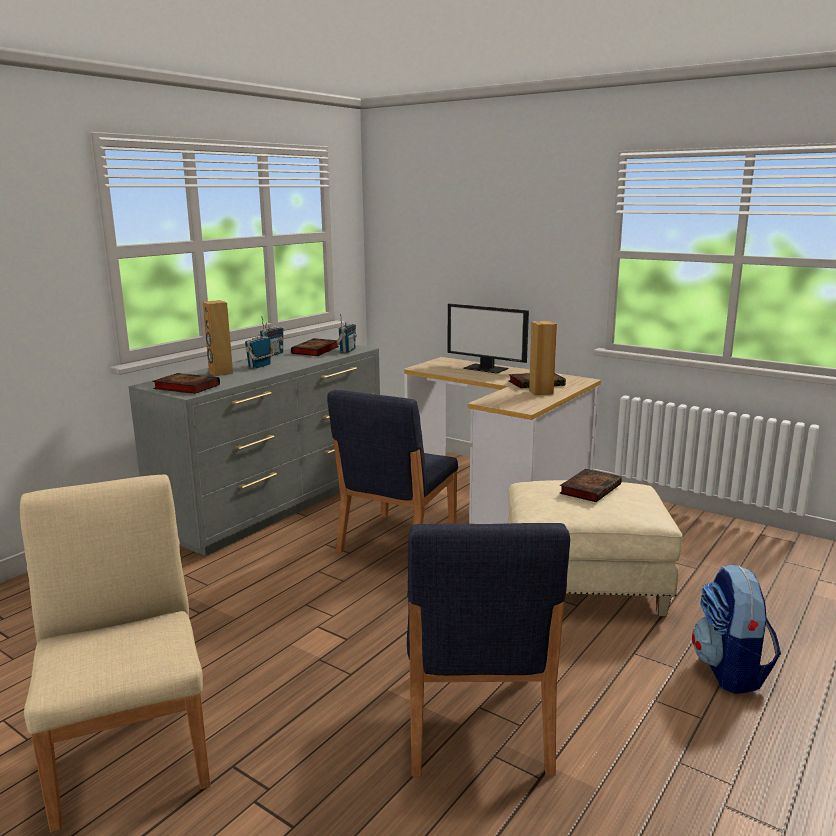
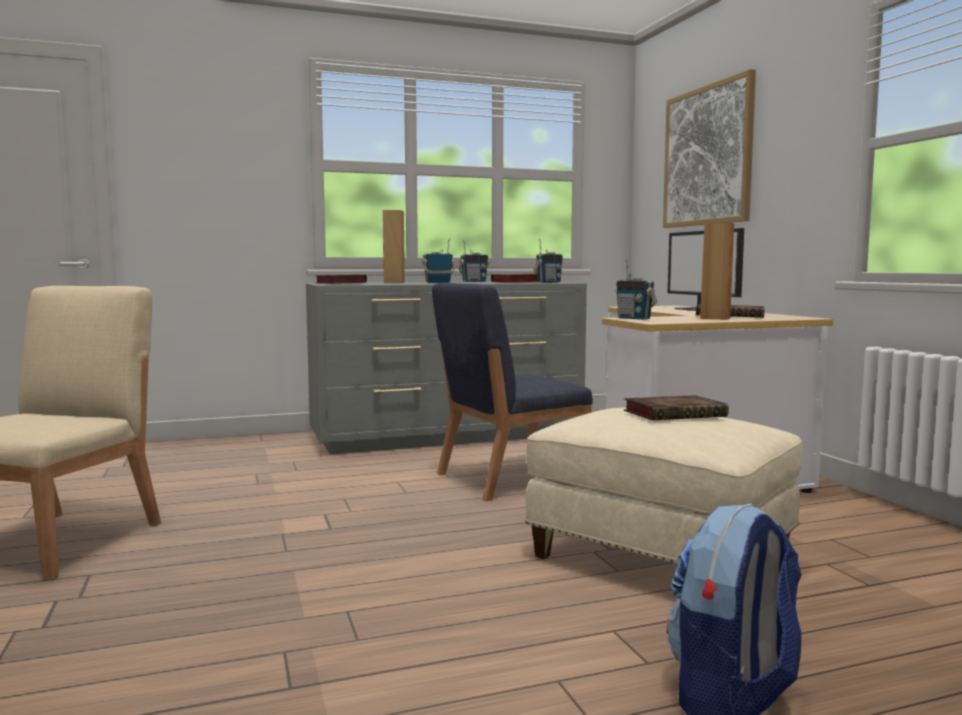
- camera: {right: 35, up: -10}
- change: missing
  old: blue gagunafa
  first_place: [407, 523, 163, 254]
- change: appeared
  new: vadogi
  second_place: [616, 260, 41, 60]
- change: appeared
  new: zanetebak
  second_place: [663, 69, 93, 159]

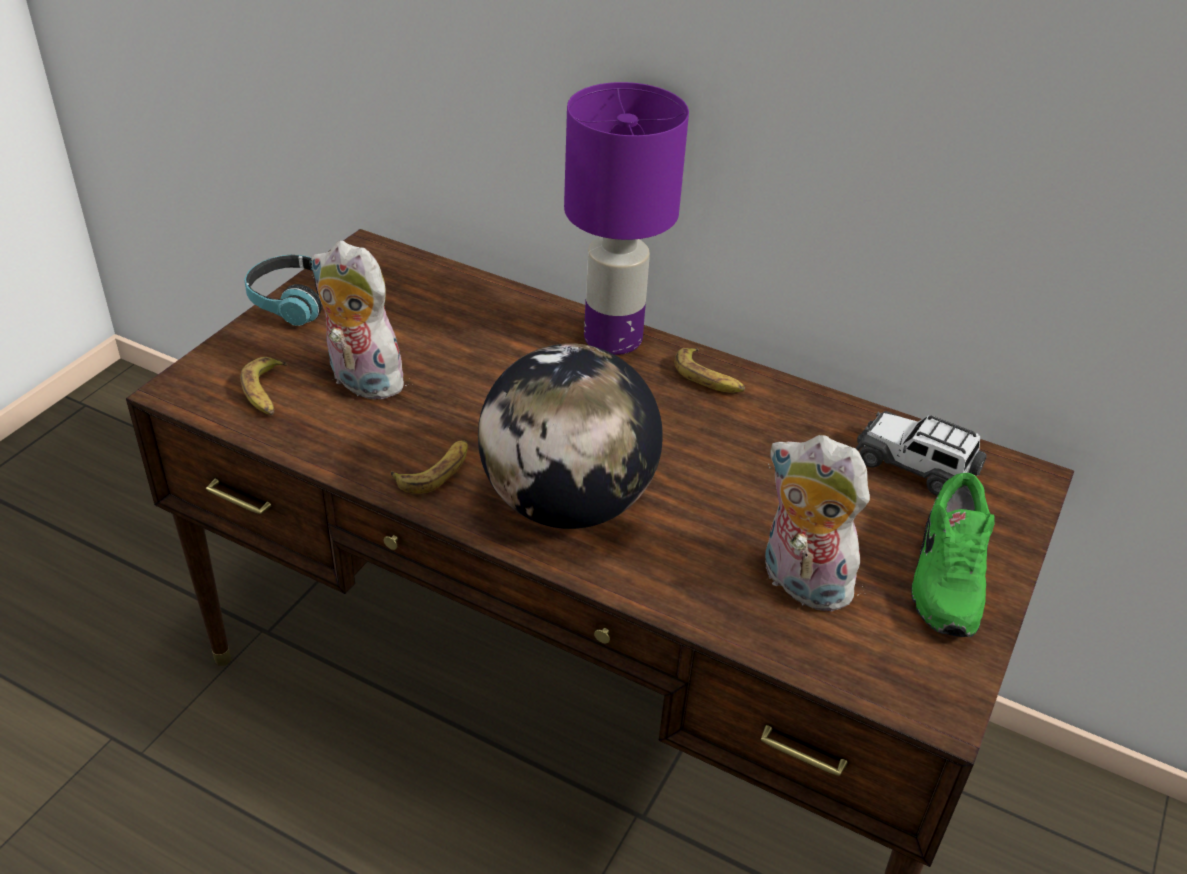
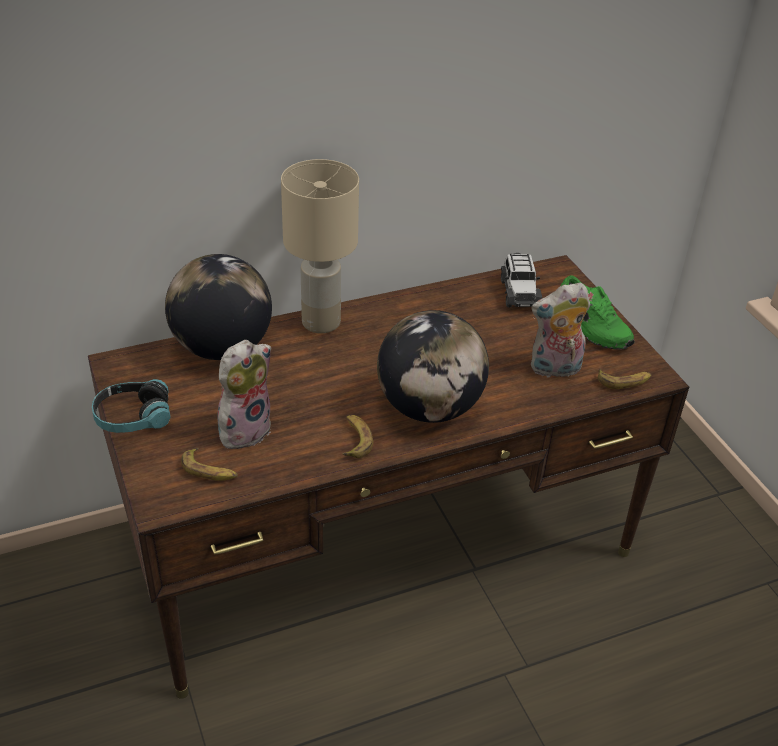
- camera: {right: -50, up: 0}
- change: appeared
  new: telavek
  second_place: [165, 254, 107, 106]
- change: relocated
  old: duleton
  first_place: [675, 348, 70, 45]
  second_place: [598, 369, 54, 20]
- change: colour
  old: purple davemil
  new: beige davemil
  first_place: [564, 82, 125, 273]
  second_place: [281, 159, 78, 174]
- change: spun
  old: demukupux
  first_place: [311, 241, 102, 159]
  second_place: [217, 340, 54, 109]
  degrees: 150
- change: spun
  old: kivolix
  first_place: [856, 411, 130, 85]
  second_place: [501, 253, 41, 54]
  degrees: -75

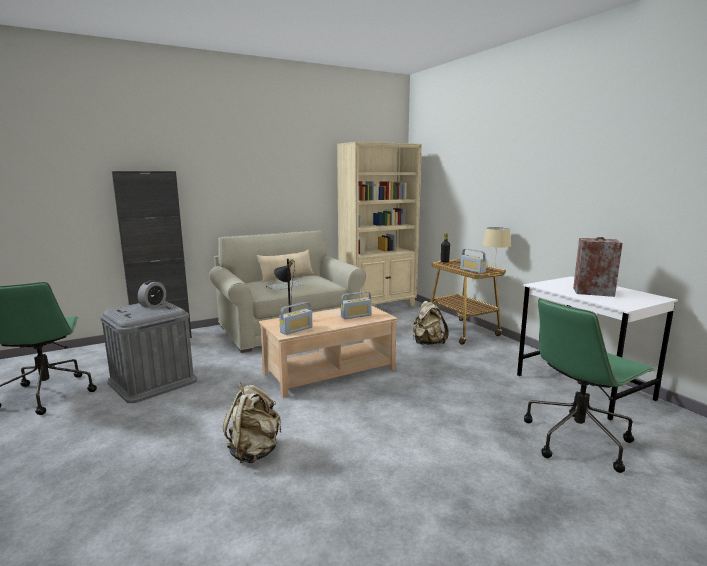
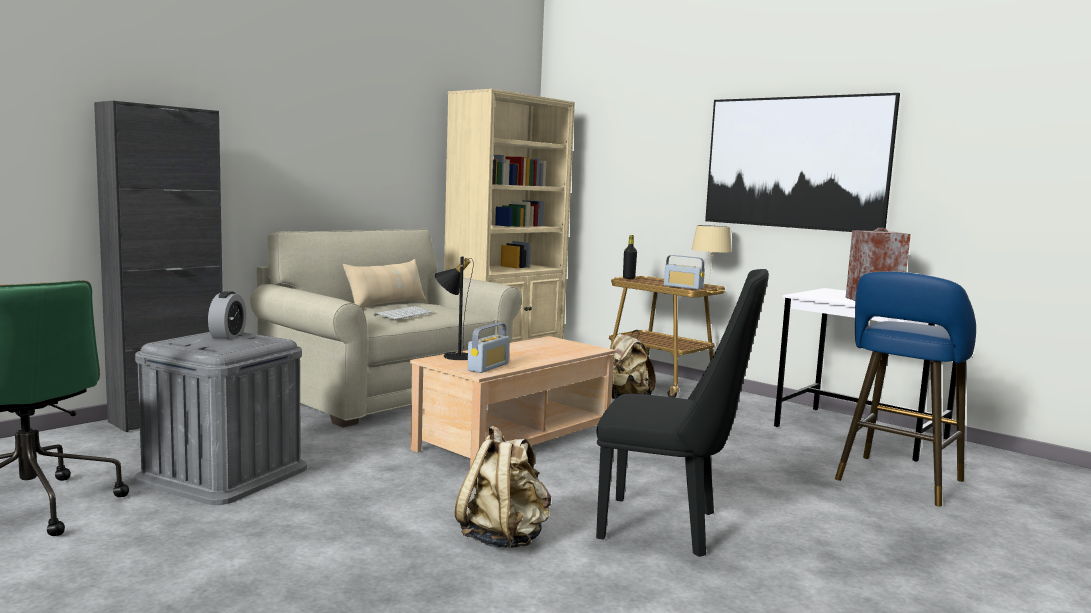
- camera: {right: -20, up: -5}
- change: missing
  old: vadogi
  first_place: [341, 291, 30, 28]
- change: appeared
  new: black gagunafa
  second_place: [596, 269, 173, 288]
- change: appeared
  new: zanetebak
  second_place: [705, 93, 195, 139]
- change: exchanged
  old: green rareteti
  new: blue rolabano
  first_place: [524, 298, 131, 175]
  second_place: [835, 272, 141, 235]

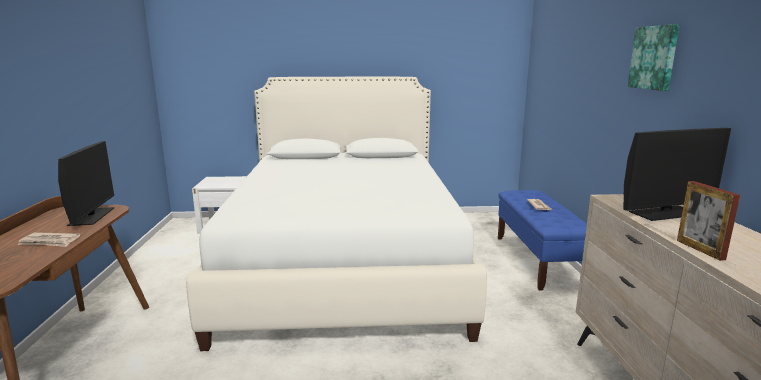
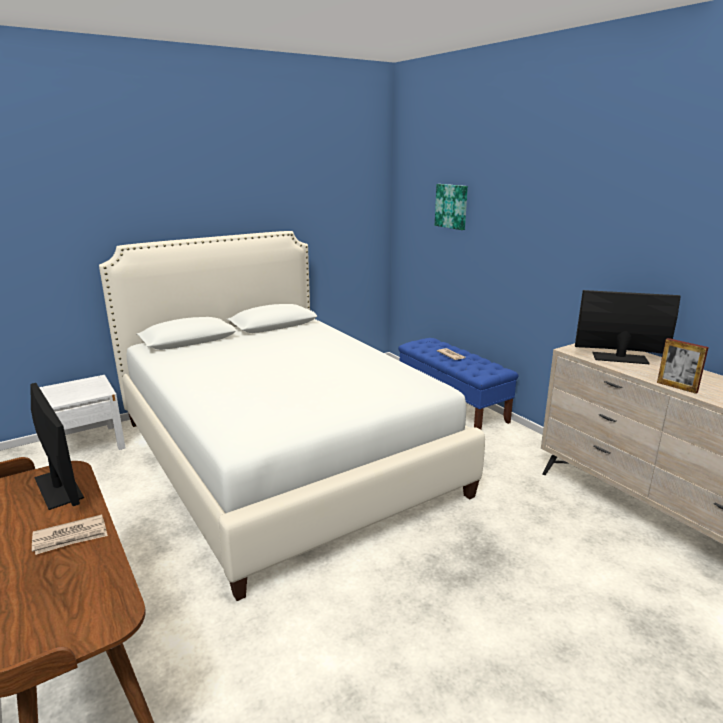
- camera: {right: -30, up: 5}
- change: relocated
  old: zanetebak
  first_place: [627, 24, 52, 67]
  second_place: [435, 184, 33, 46]
- change: spun
  old: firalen
  first_place: [623, 128, 108, 93]
  second_place: [575, 290, 106, 74]
  degrees: -120

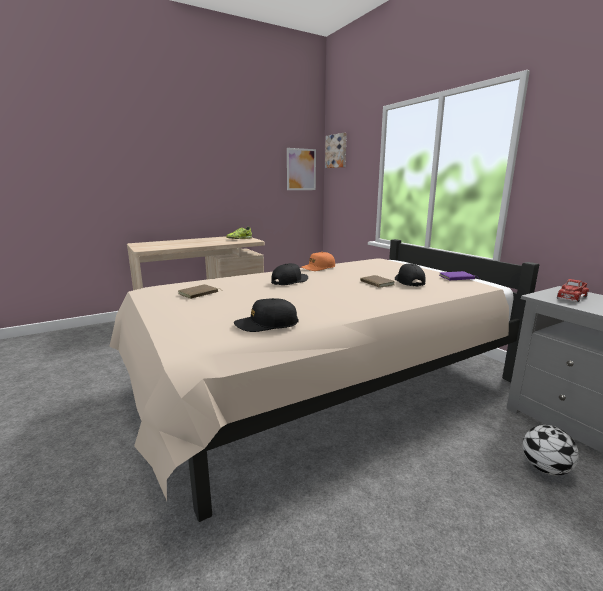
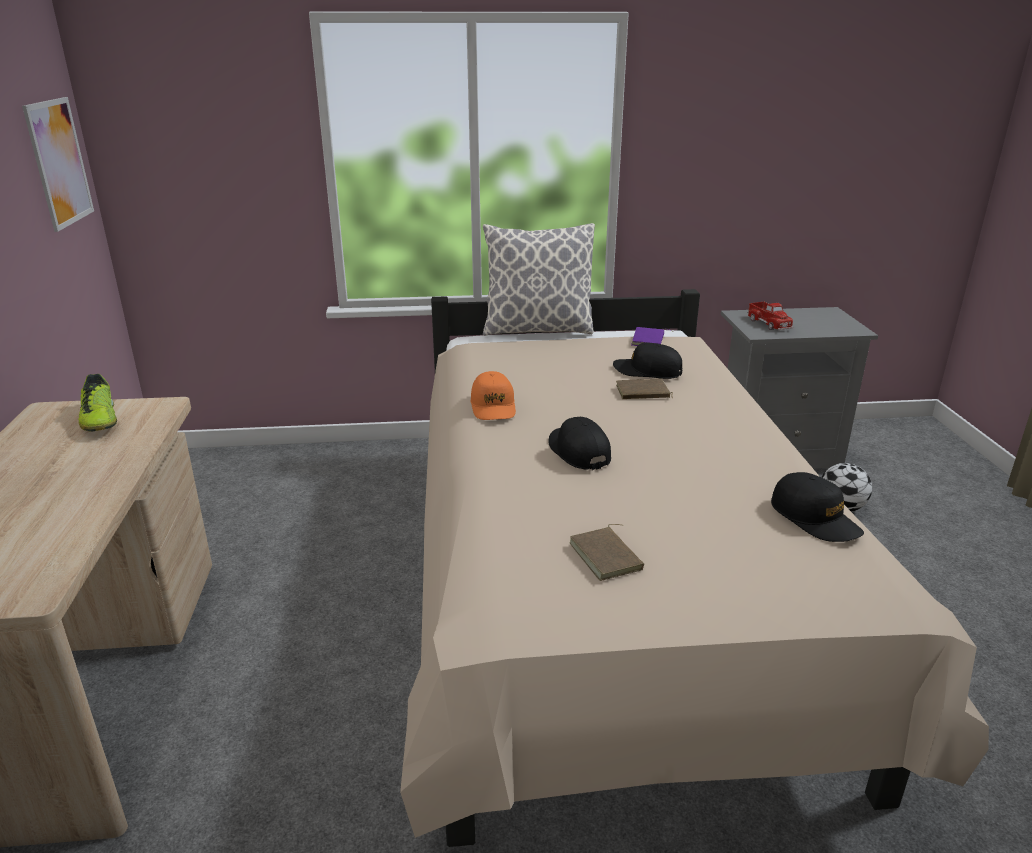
- camera: {right: -65, up: 10}
- change: missing
  old: zanetebak
  first_place: [325, 133, 22, 35]
- change: appeared
  new: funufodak
  second_place: [483, 223, 112, 113]
- change: spun
  old: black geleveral
  first_place: [234, 298, 65, 34]
  second_place: [771, 472, 93, 70]
  degrees: -45

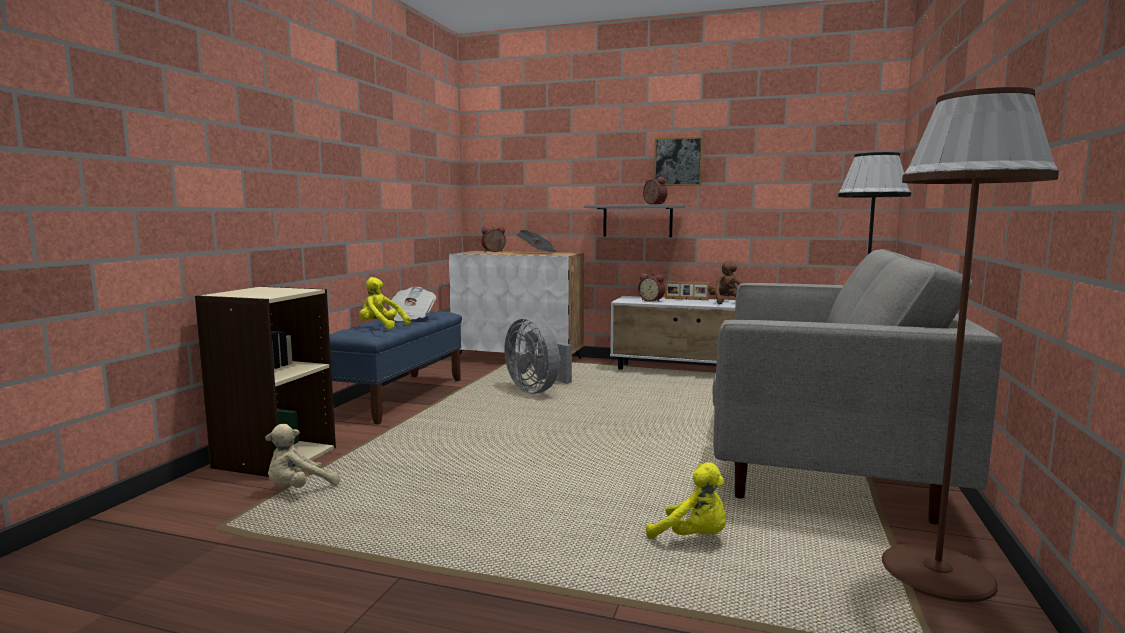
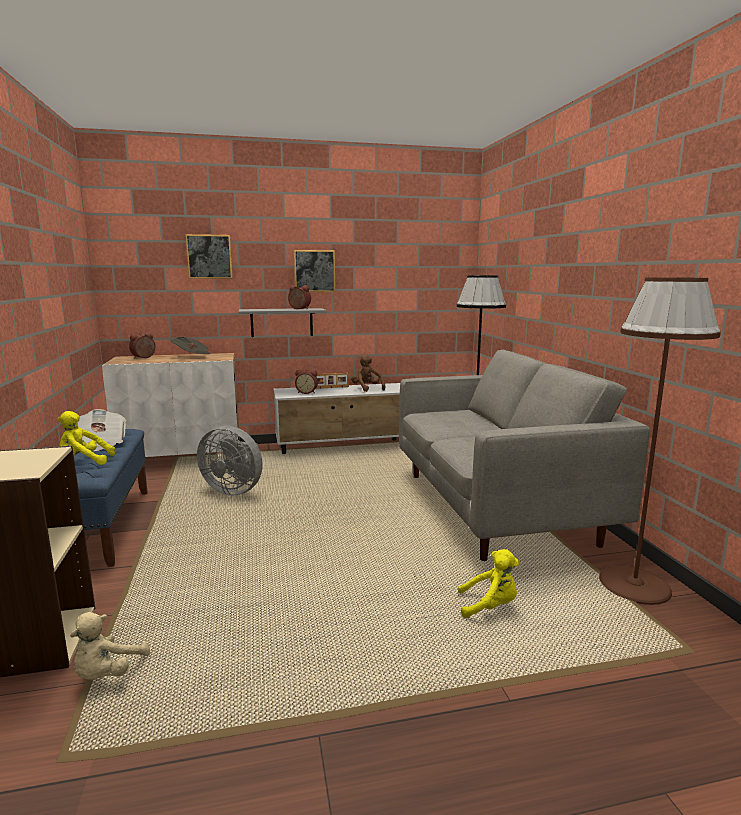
- camera: {right: -30, up: 5}
- change: appeared
  new: zanetebak
  second_place: [185, 234, 48, 45]

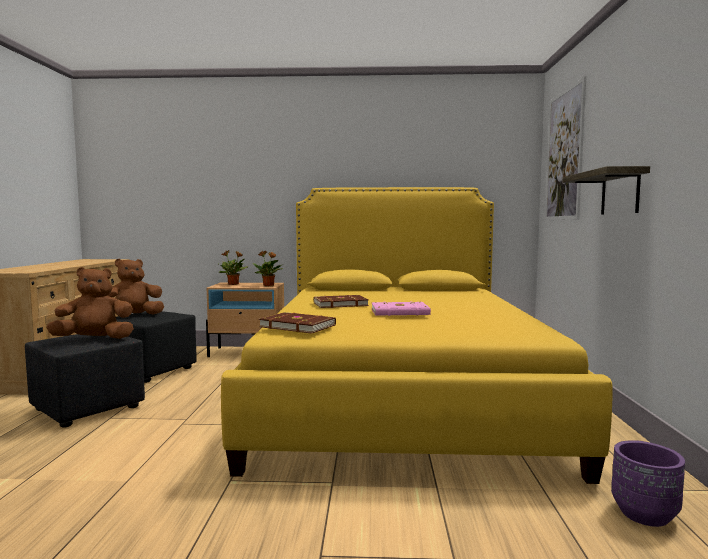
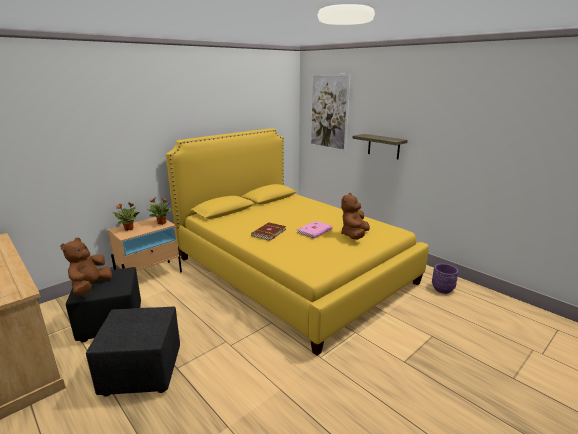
- camera: {right: -45, up: 15}
- change: missing
  old: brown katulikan
  first_place: [259, 312, 77, 22]
- change: relocated
  old: brown demukupux
  first_place: [46, 267, 88, 72]
  second_place: [341, 193, 29, 47]

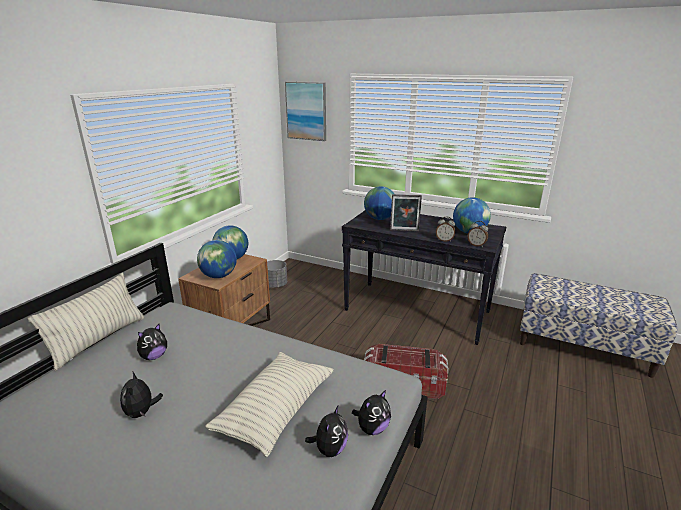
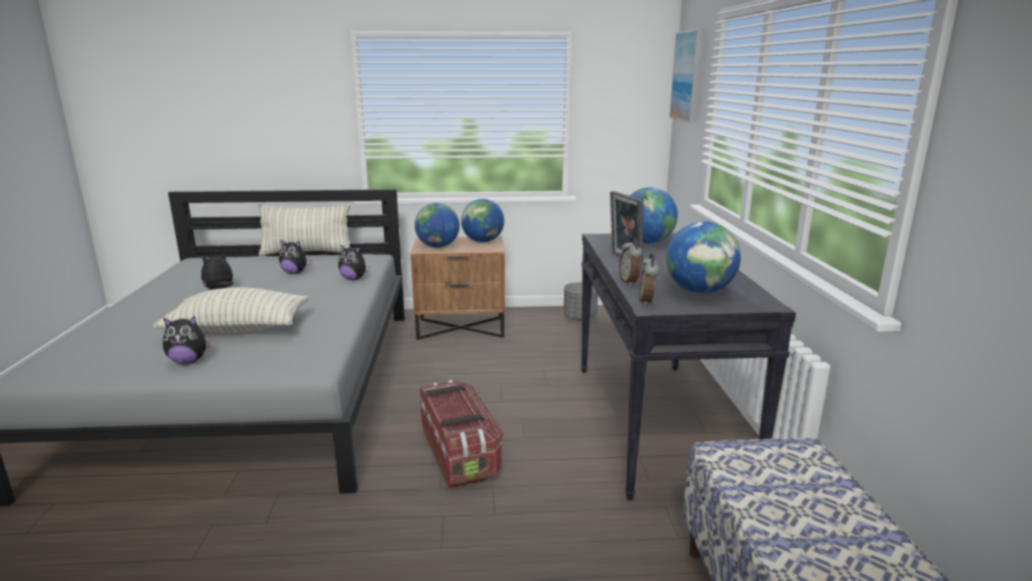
- camera: {right: 60, up: -5}
- change: relocated
  old: demukupux
  first_place: [352, 390, 39, 45]
  second_place: [338, 245, 33, 35]

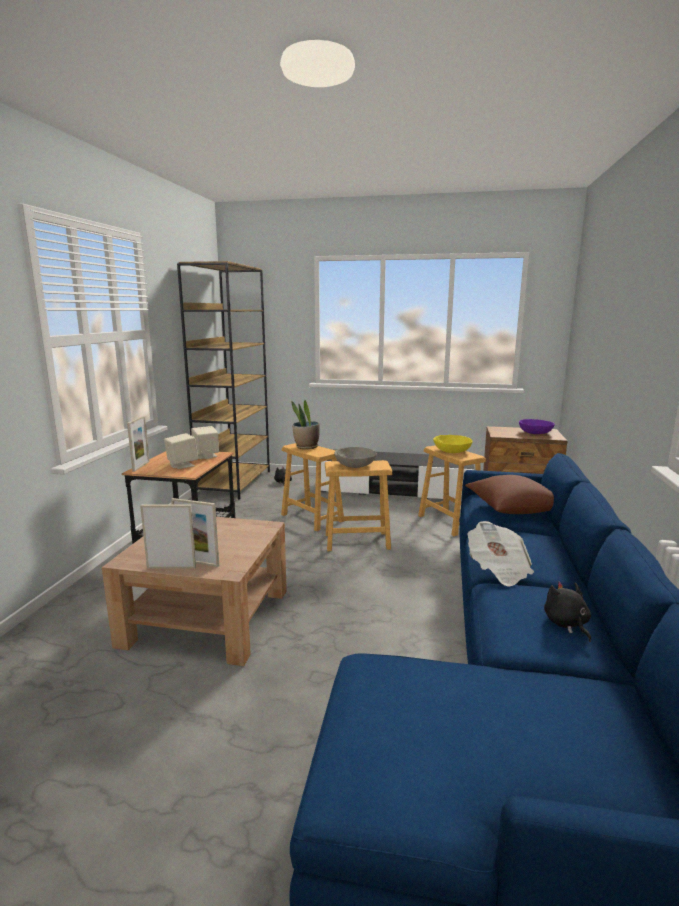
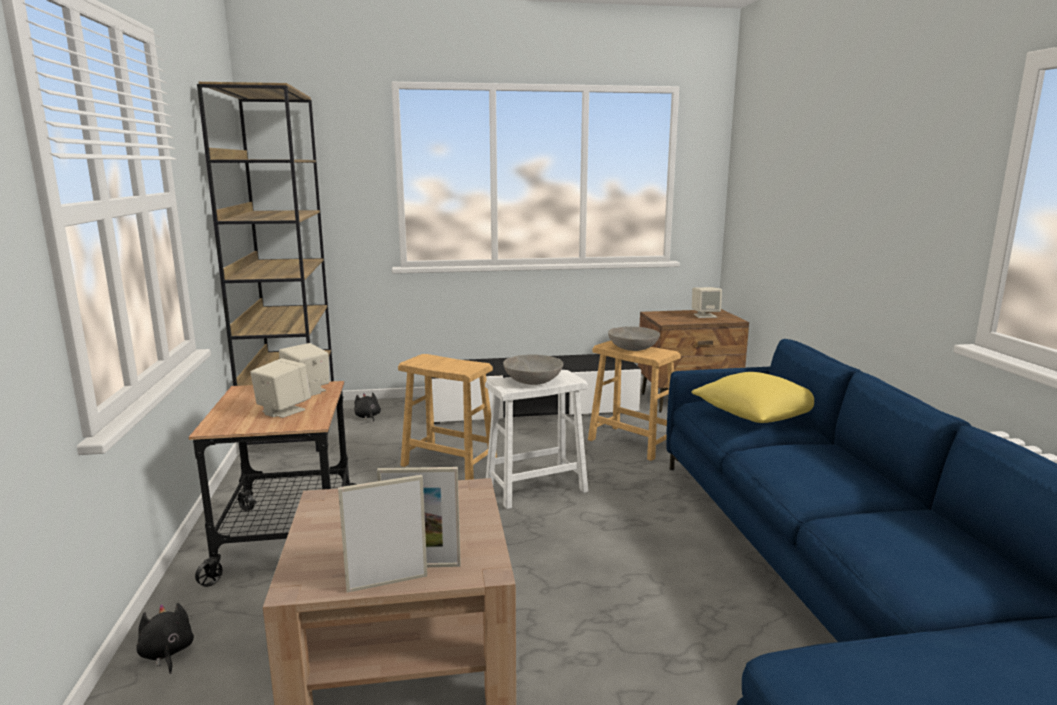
- camera: {right: -20, up: 0}
- change: missing
  old: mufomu
  first_place: [127, 416, 23, 56]
- change: missing
  old: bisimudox
  first_place: [292, 400, 28, 49]
- change: missing
  old: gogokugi
  first_place: [467, 521, 67, 66]
- change: relocated
  old: black demukupux
  first_place: [544, 581, 47, 61]
  second_place: [136, 603, 58, 71]
- change: exchanged
  old: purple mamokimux
  new: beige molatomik
  first_place: [519, 419, 36, 15]
  second_place: [692, 287, 30, 31]
- change: colour
  old: brown rolabano
  new: white rolabano
  first_place: [325, 460, 67, 91]
  second_place: [485, 370, 103, 139]
- change: colour
  old: yellow mamokimux
  new: grey mamokimux
  first_place: [433, 435, 40, 18]
  second_place: [608, 327, 52, 24]
- change: colour
  old: brown funufodak
  new: yellow funufodak
  first_place: [465, 475, 89, 39]
  second_place: [691, 372, 123, 51]

